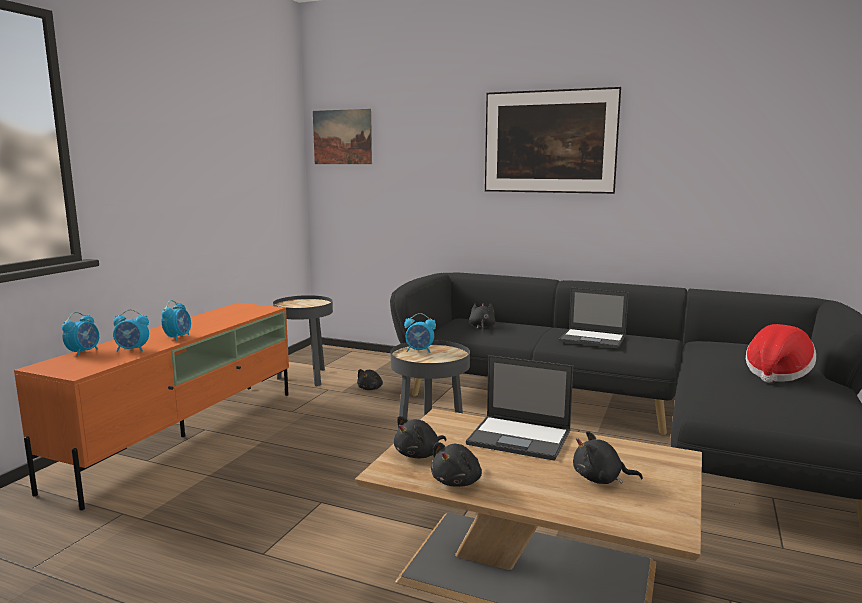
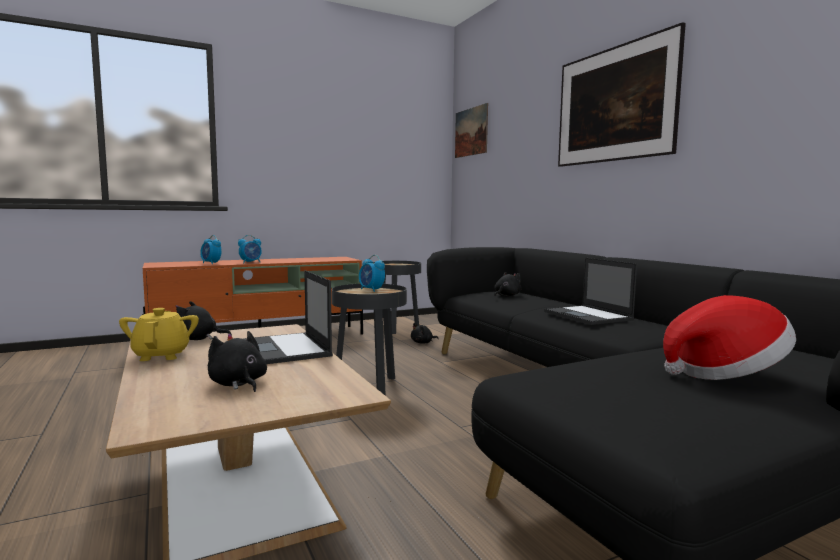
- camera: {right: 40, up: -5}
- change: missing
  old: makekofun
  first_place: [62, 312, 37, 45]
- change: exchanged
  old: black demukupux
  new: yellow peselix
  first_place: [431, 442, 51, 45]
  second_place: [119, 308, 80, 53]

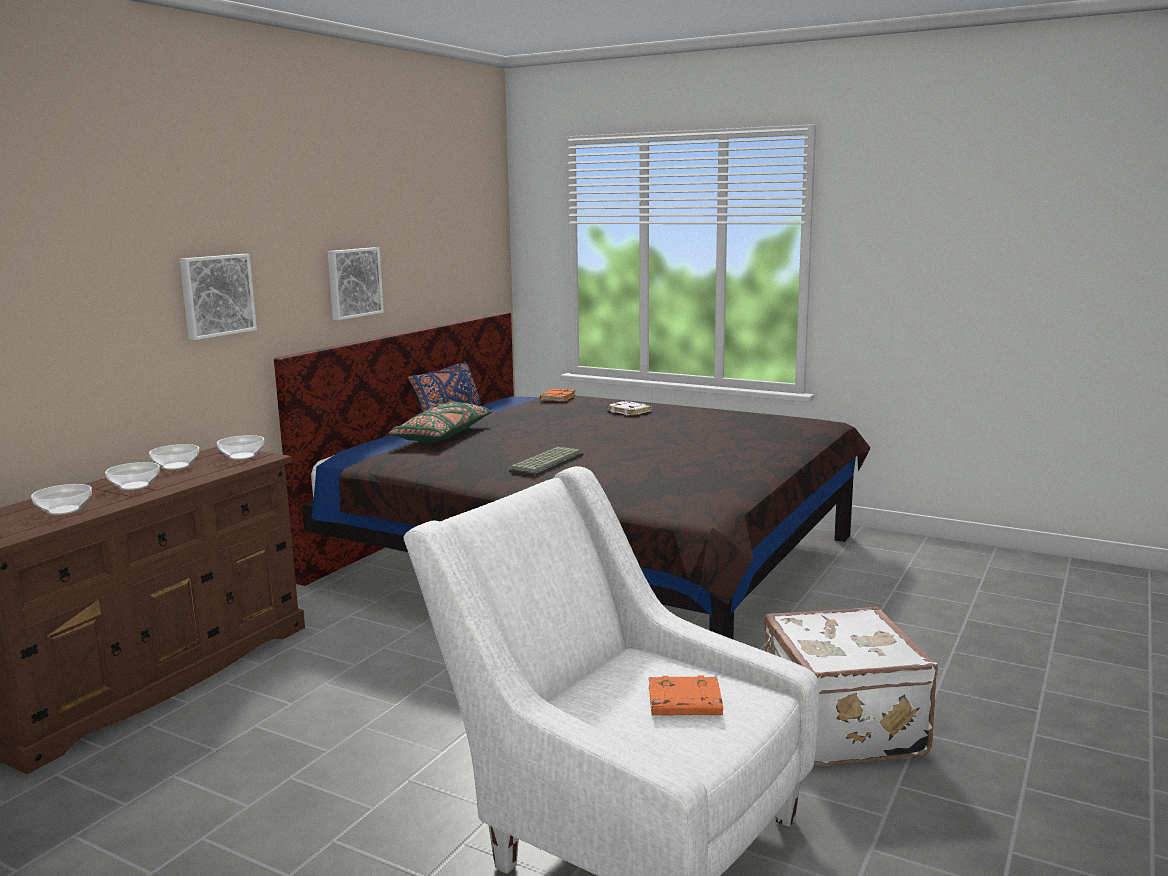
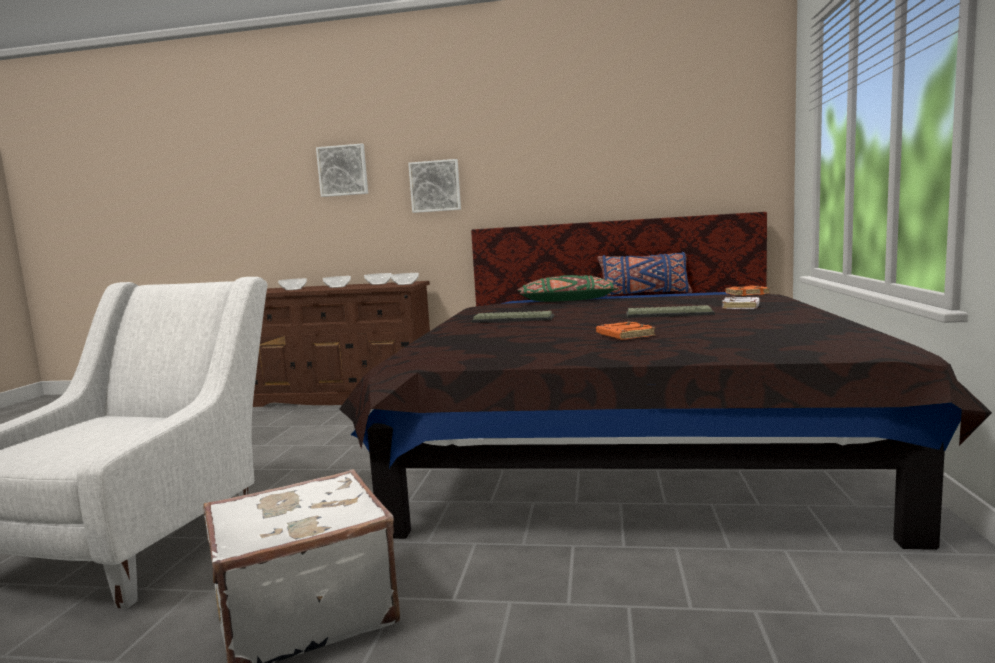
- camera: {right: 70, up: -5}
- change: appeared
  new: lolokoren
  second_place: [626, 305, 89, 13]
- change: relocated
  old: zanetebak
  first_place: [327, 247, 57, 73]
  second_place: [316, 143, 52, 54]
- change: relocated
  old: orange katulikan
  first_place: [649, 675, 74, 40]
  second_place: [596, 321, 60, 19]

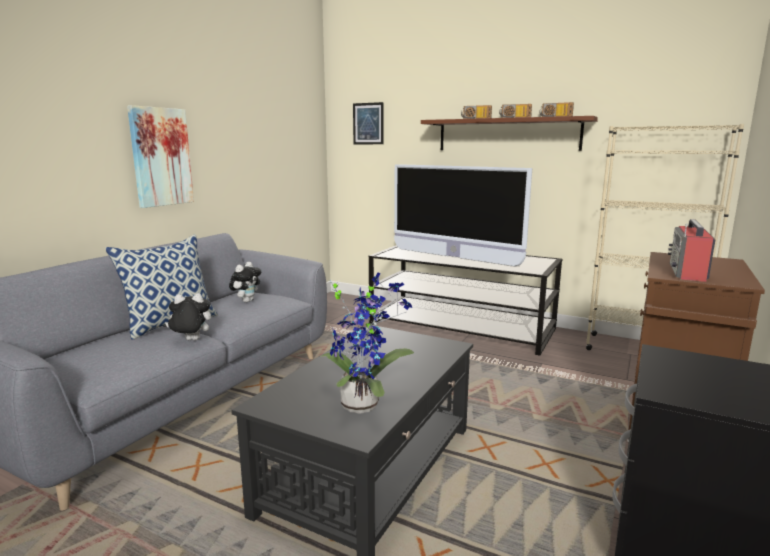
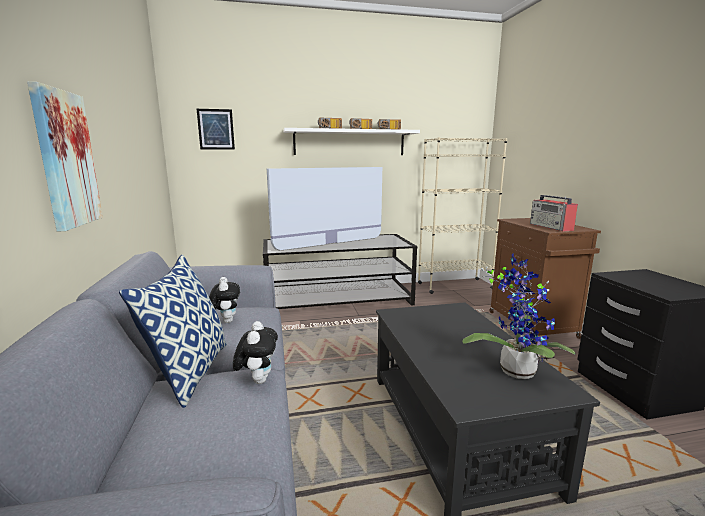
- camera: {right: -40, up: 0}
- change: colour
  old: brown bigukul
  new: white bigukul
  first_place: [421, 116, 177, 35]
  second_place: [284, 128, 136, 27]
- change: spun
  old: demukupux
  first_place: [165, 293, 46, 47]
  second_place: [233, 321, 45, 63]
  degrees: 135
- change: spun
  old: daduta
  first_place: [394, 164, 138, 102]
  second_place: [267, 167, 115, 84]
  degrees: 150

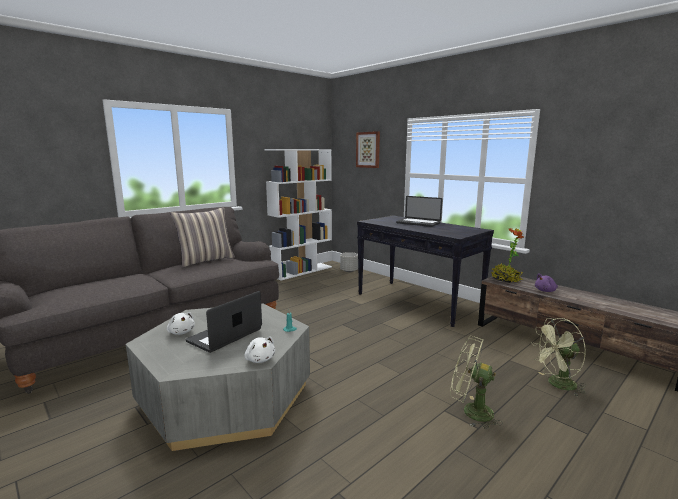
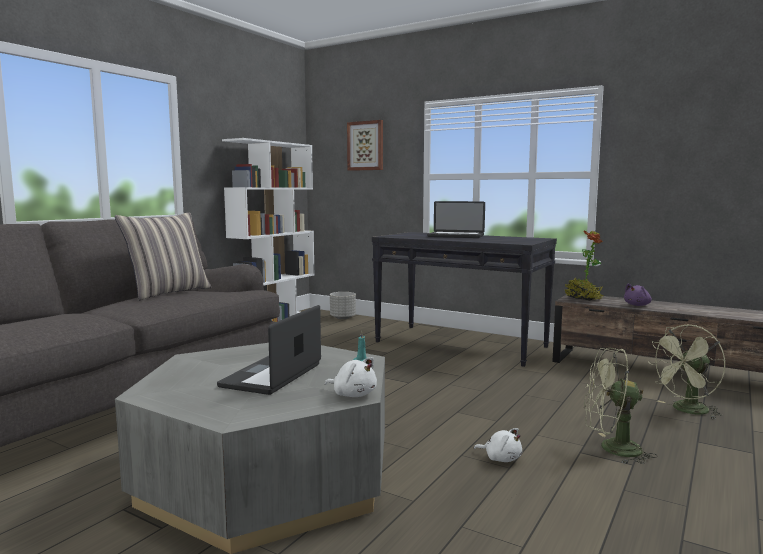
- camera: {right: -15, up: -5}
- change: relocated
  old: white demukupux
  first_place: [167, 312, 28, 23]
  second_place: [474, 428, 48, 34]

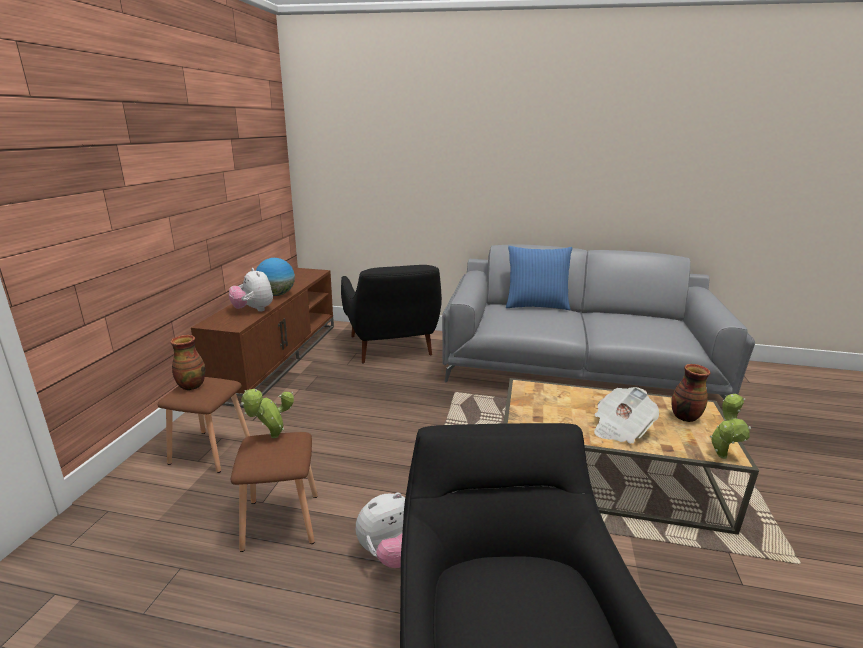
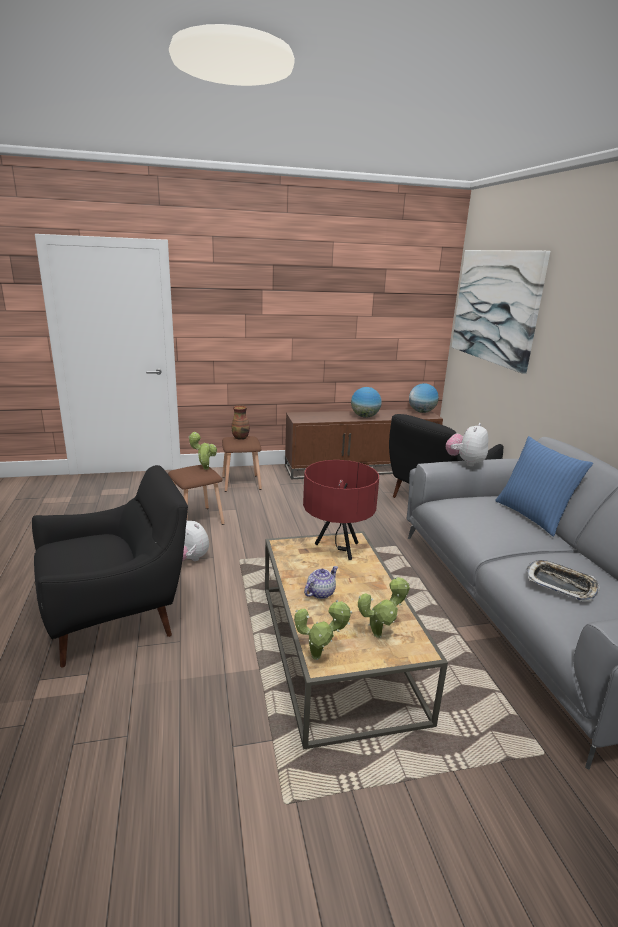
- camera: {right: 65, up: 0}
- change: appeared
  new: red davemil
  second_place: [303, 460, 76, 100]
- change: appeared
  new: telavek
  second_place: [409, 383, 30, 30]
- change: appeared
  new: zanetebak
  second_place: [452, 250, 98, 124]
- change: appeared
  new: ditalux
  second_place: [527, 560, 72, 41]
- change: relocated
  old: demukupux
  first_place: [229, 268, 44, 43]
  second_place: [446, 423, 42, 43]
- change: exchanged
  old: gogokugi
  new: peselix
  first_place: [594, 387, 65, 57]
  second_place: [304, 566, 34, 33]
- change: exchanged
  old: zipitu
  new: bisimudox
  first_place: [671, 364, 39, 58]
  second_place: [358, 577, 52, 61]

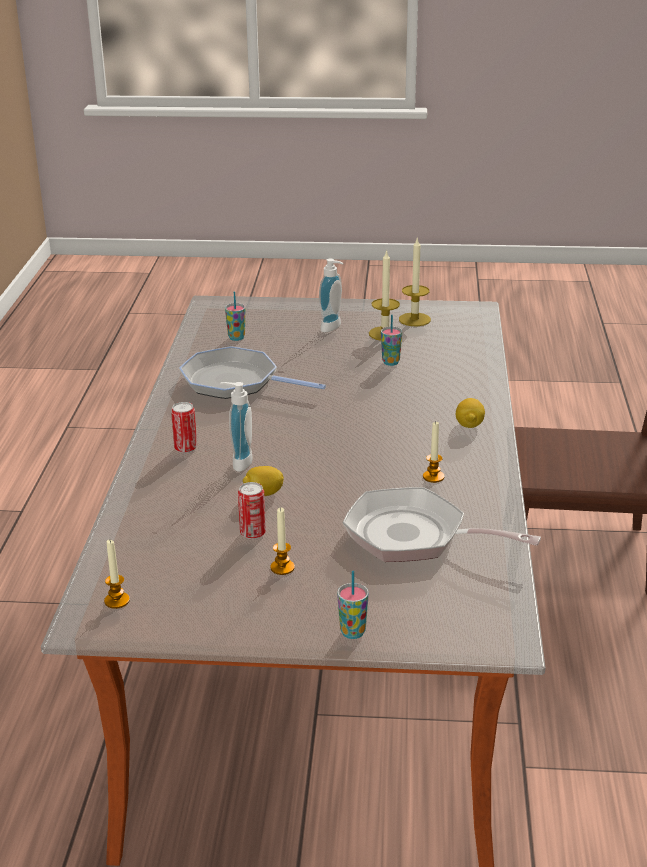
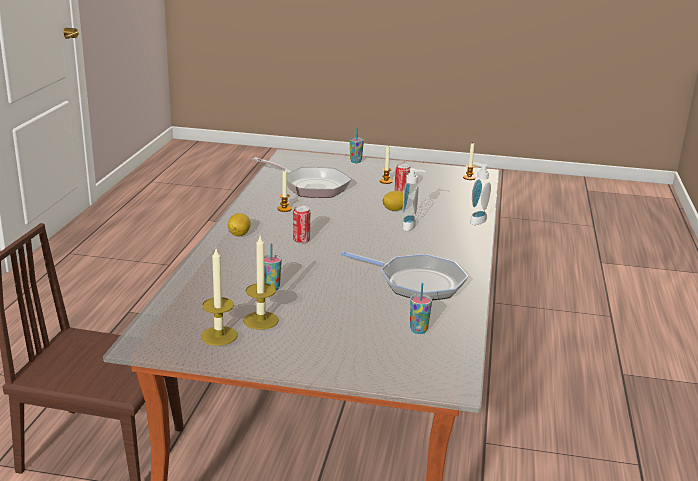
- camera: {right: -175, up: -5}
- change: relocated
  old: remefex
  first_place: [171, 402, 26, 51]
  second_place: [293, 206, 17, 38]
- change: relocated
  old: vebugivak
  first_place: [319, 259, 25, 73]
  second_place: [470, 162, 21, 63]

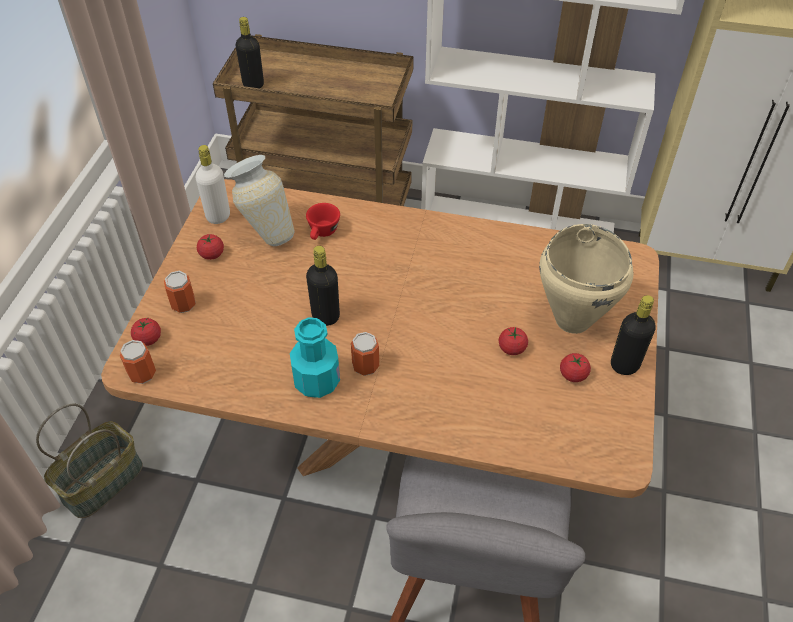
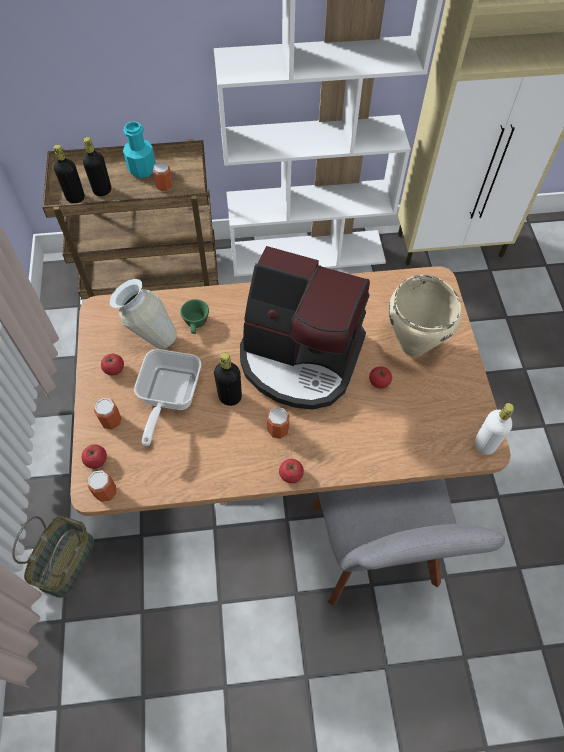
- camera: {right: -20, up: 10}
- change: appeared
  new: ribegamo
  second_place: [134, 349, 67, 97]
- change: appeared
  new: remefex
  second_place: [153, 162, 19, 30]
- change: appeared
  new: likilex
  second_place: [240, 246, 130, 164]
- change: relocated
  old: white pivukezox
  first_place: [196, 145, 34, 79]
  second_place: [475, 403, 39, 52]
- change: relocated
  old: turquoise pivukezox
  first_place: [290, 317, 50, 81]
  second_place: [123, 121, 33, 57]
- change: relocated
  old: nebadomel
  first_place: [560, 353, 31, 29]
  second_place: [279, 459, 25, 24]
- change: relocated
  old: black pivukezox
  first_place: [611, 295, 45, 80]
  second_place: [83, 137, 28, 59]
- change: colour
  old: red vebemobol
  new: green vebemobol
  first_place: [306, 203, 34, 37]
  second_place: [180, 299, 29, 35]

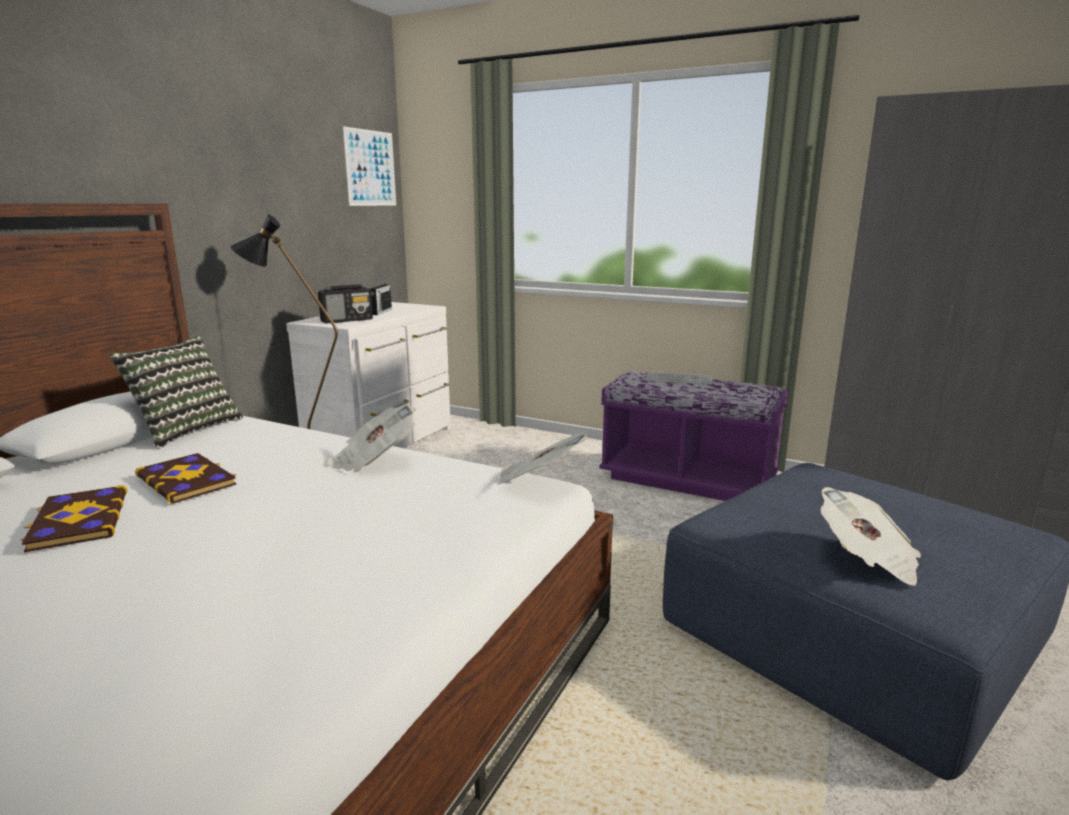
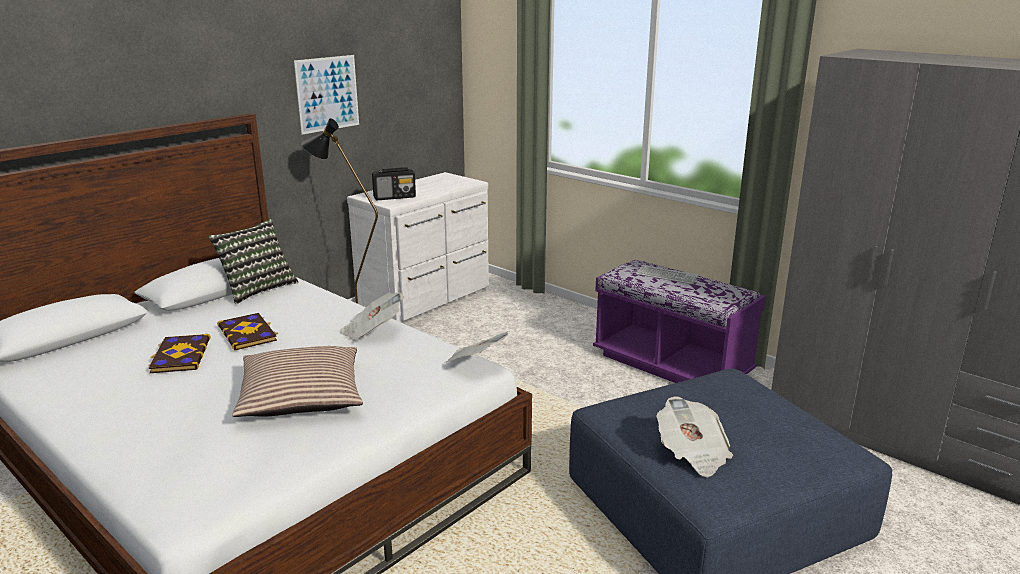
- camera: {right: 15, up: 5}
- change: missing
  old: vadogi
  first_place: [370, 282, 22, 33]
- change: appeared
  new: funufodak
  second_place: [232, 346, 131, 71]
- change: relocated
  old: zanetebak
  first_place: [342, 126, 54, 80]
  second_place: [294, 55, 65, 80]

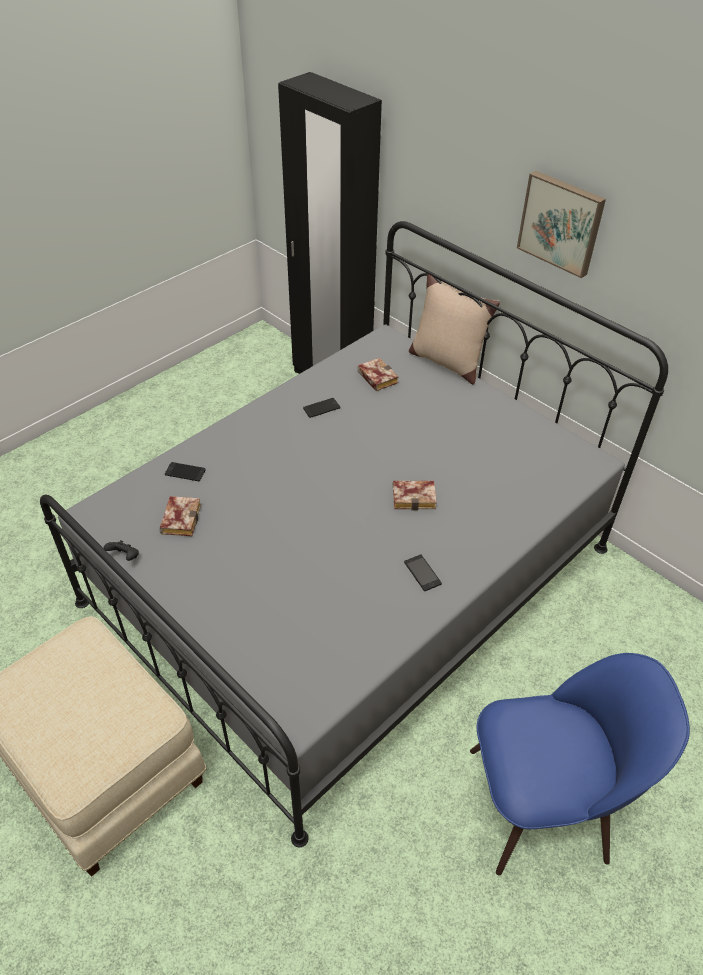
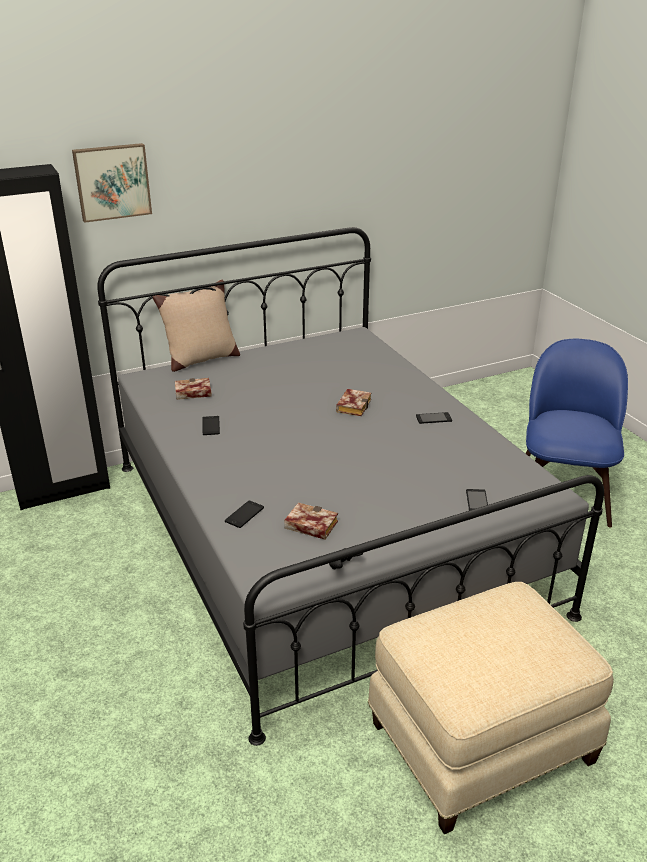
- camera: {right: -70, up: -15}
- change: appeared
  new: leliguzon
  second_place: [466, 489, 22, 22]
- change: relocated
  old: zanetebak
  first_place: [517, 171, 89, 107]
  second_place: [72, 143, 80, 80]

